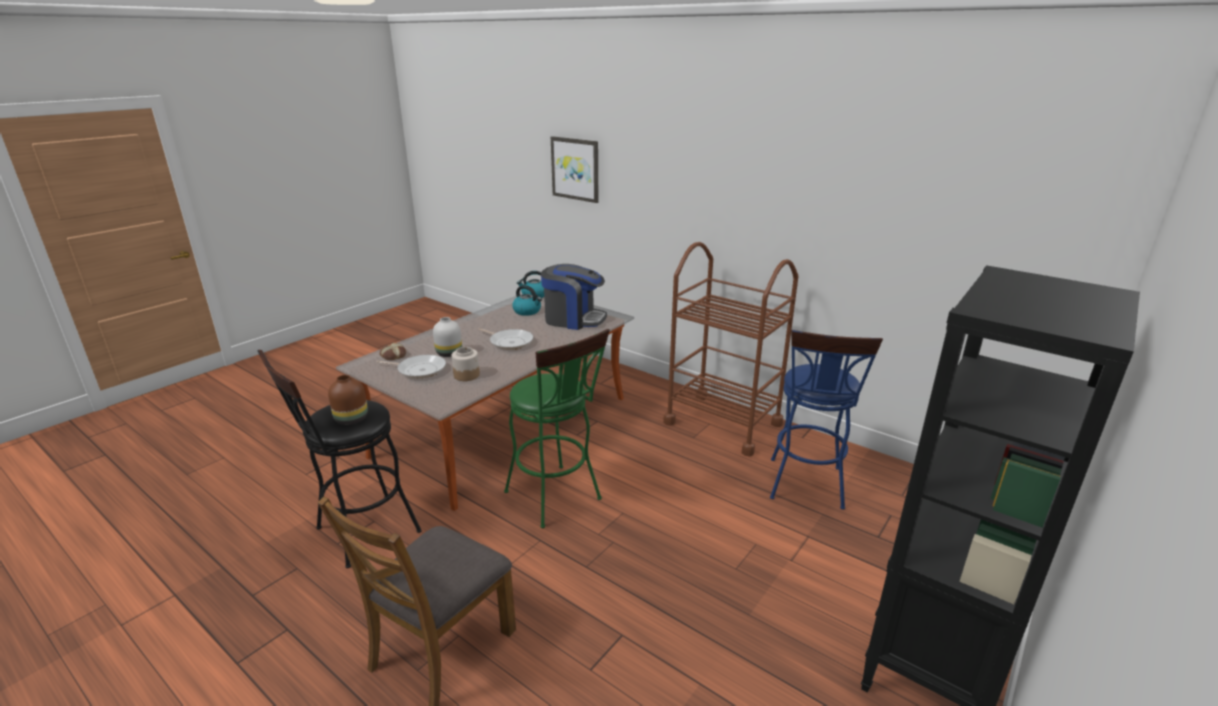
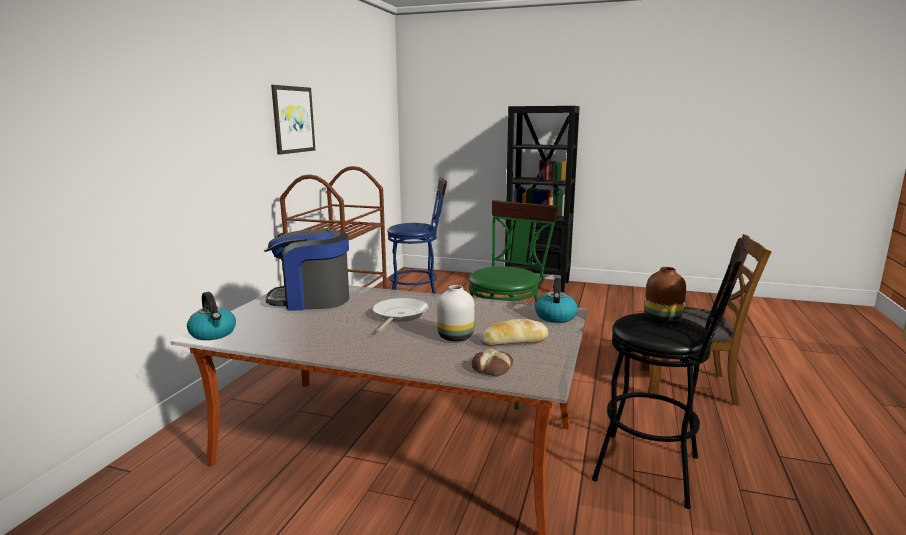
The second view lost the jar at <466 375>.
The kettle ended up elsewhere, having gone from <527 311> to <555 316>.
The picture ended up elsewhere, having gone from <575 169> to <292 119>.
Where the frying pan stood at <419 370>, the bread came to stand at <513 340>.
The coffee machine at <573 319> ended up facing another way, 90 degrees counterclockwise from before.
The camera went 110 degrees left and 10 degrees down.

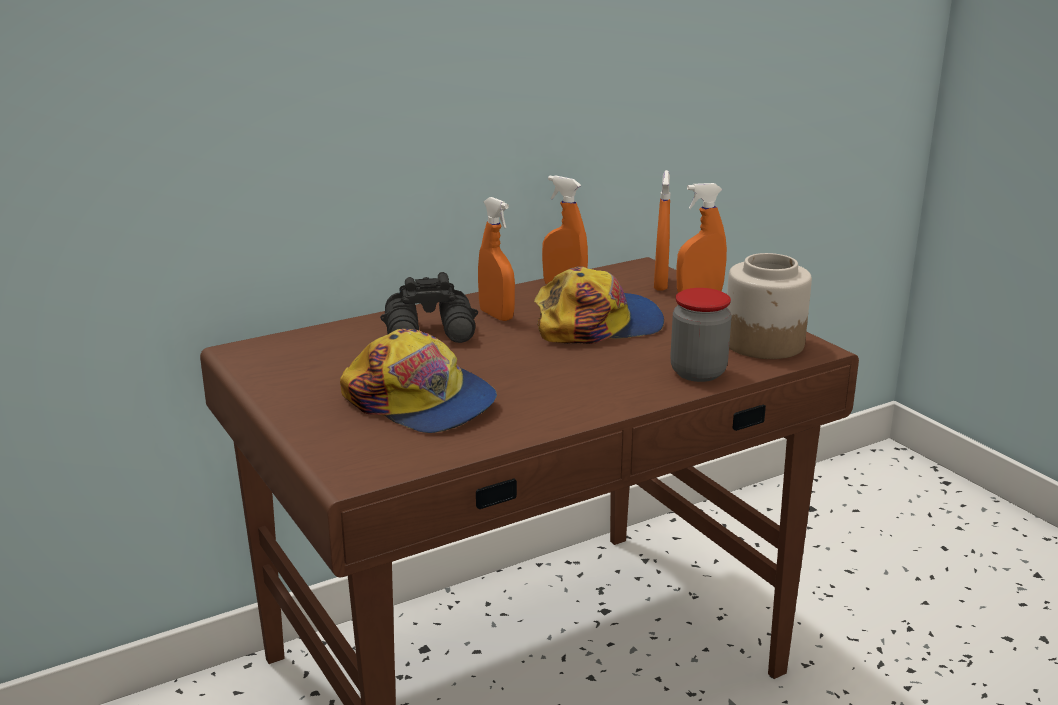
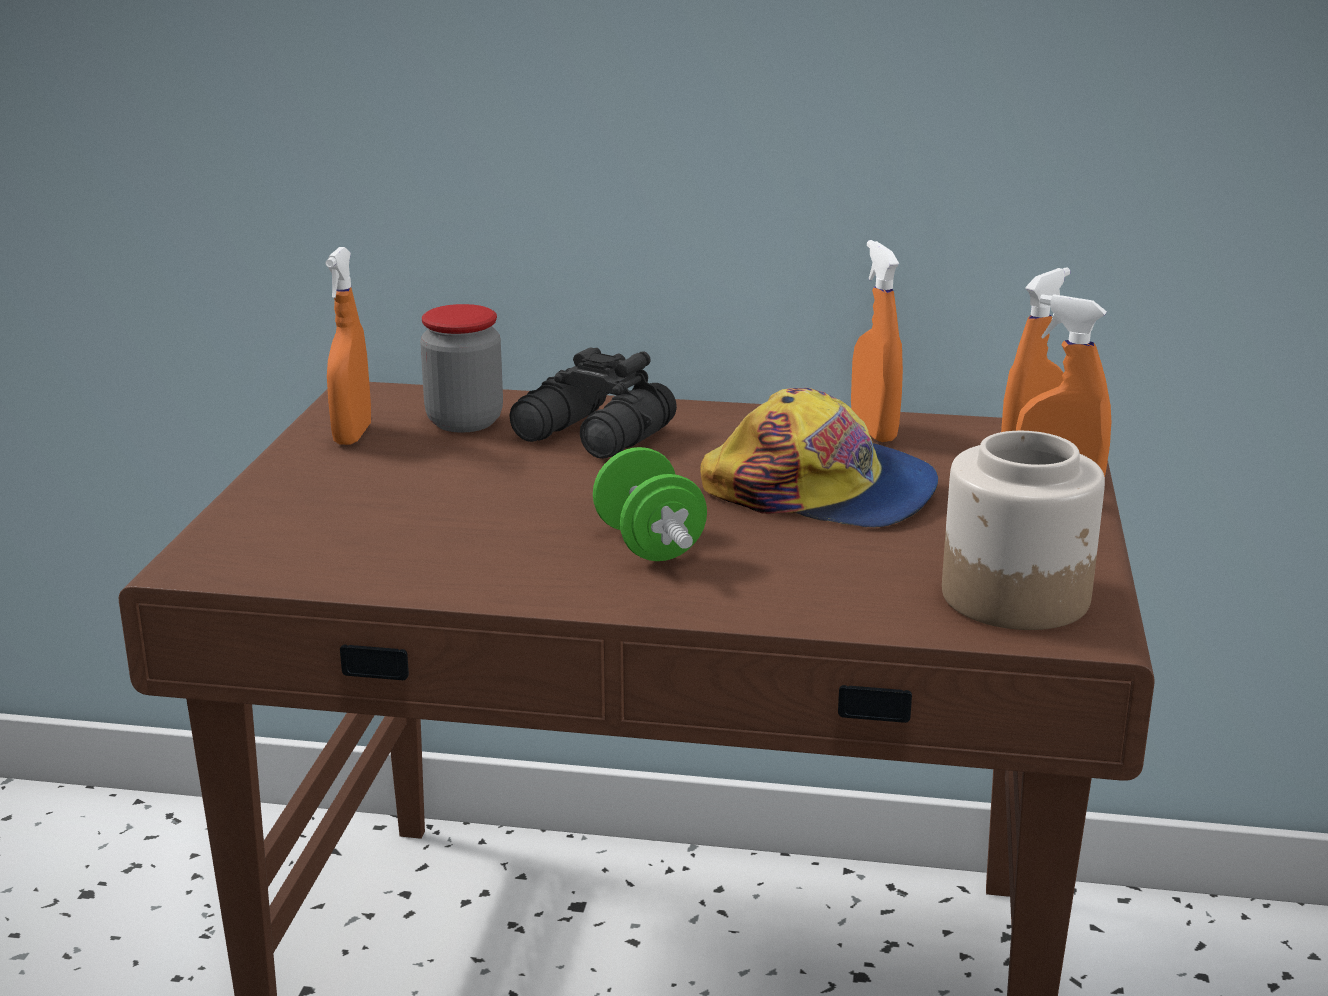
The second view lost the cap at <420 402>.
The second view gained the dumbbell in green at <649 544>.
The spray bottle in orange ended up elsewhere, having gone from <496 315> to <352 435>.
The jar ended up elsewhere, having gone from <698 373> to <464 422>.
The camera went 40 degrees right and 0 degrees up.

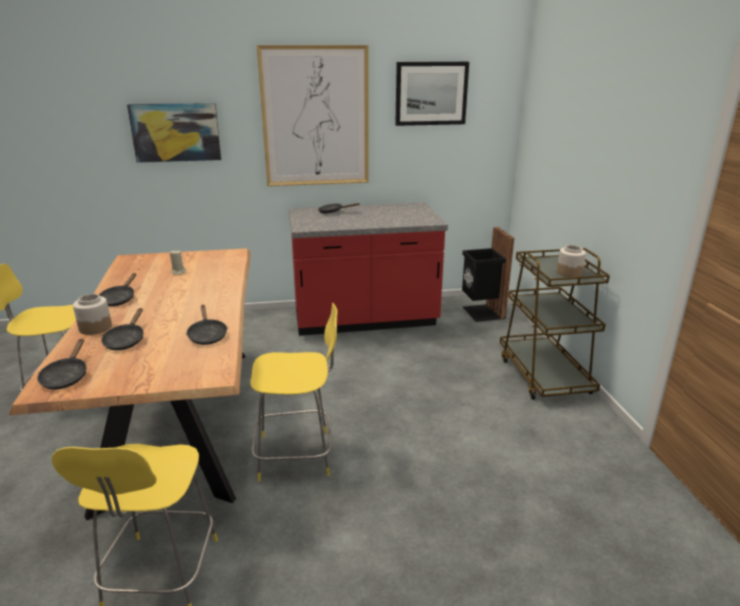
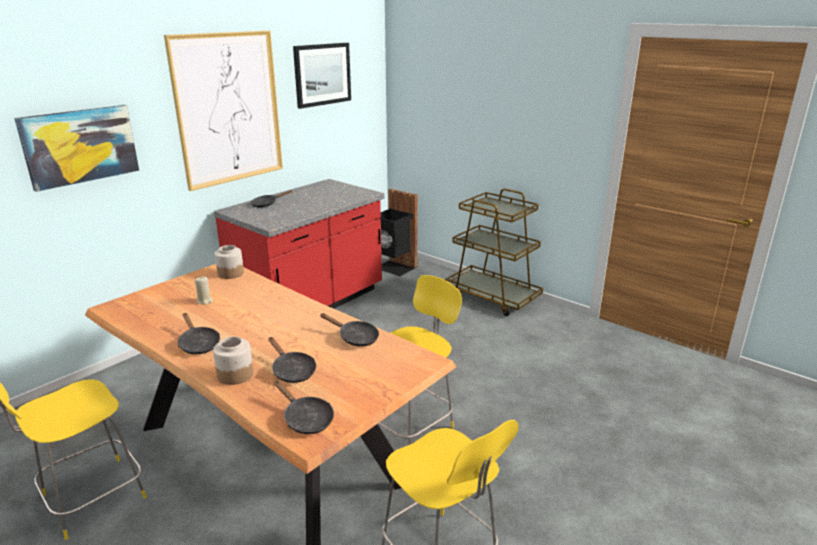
The jar ended up elsewhere, having gone from <569 273> to <230 273>.
The camera went 40 degrees left and 0 degrees up.

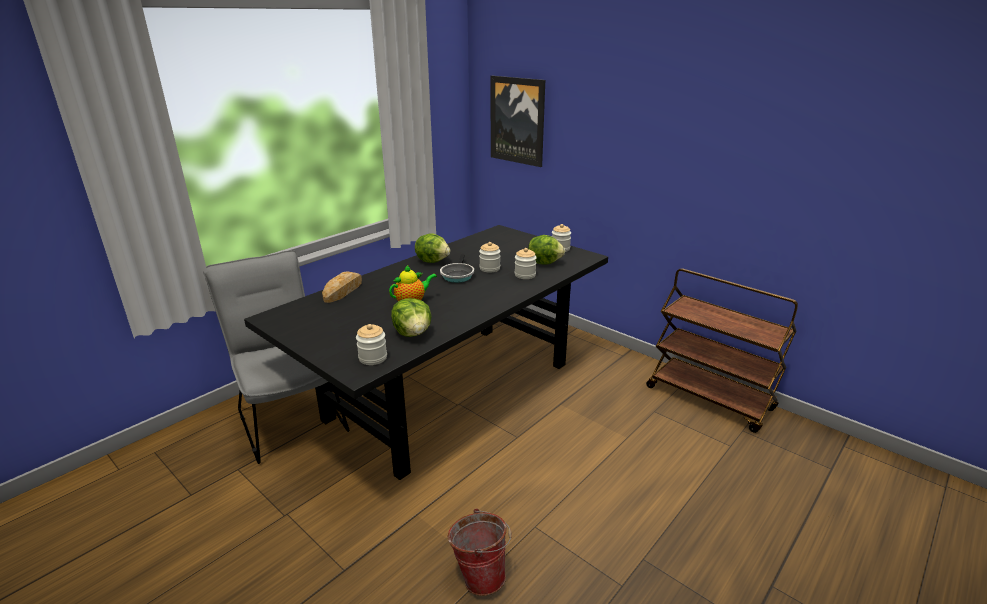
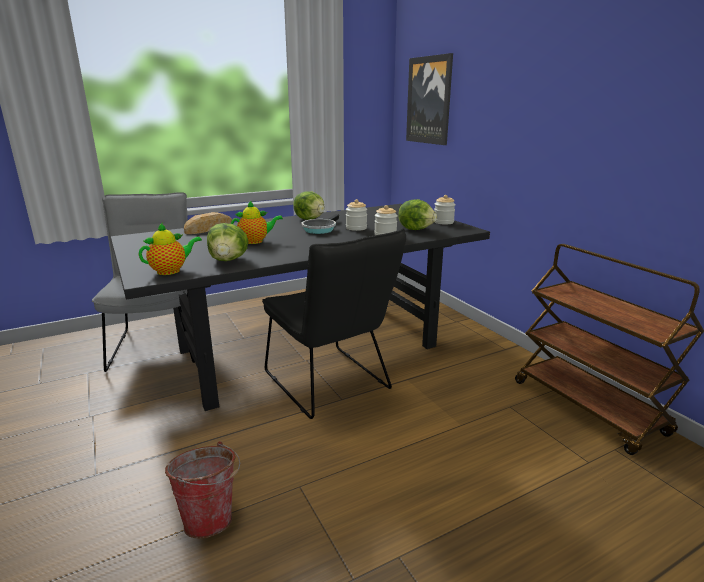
The second view gained the chair in black at <330 384>.
Where the jar stood at <373 358>, the teapot came to stand at <171 271>.
The camera went 20 degrees right and 5 degrees down.

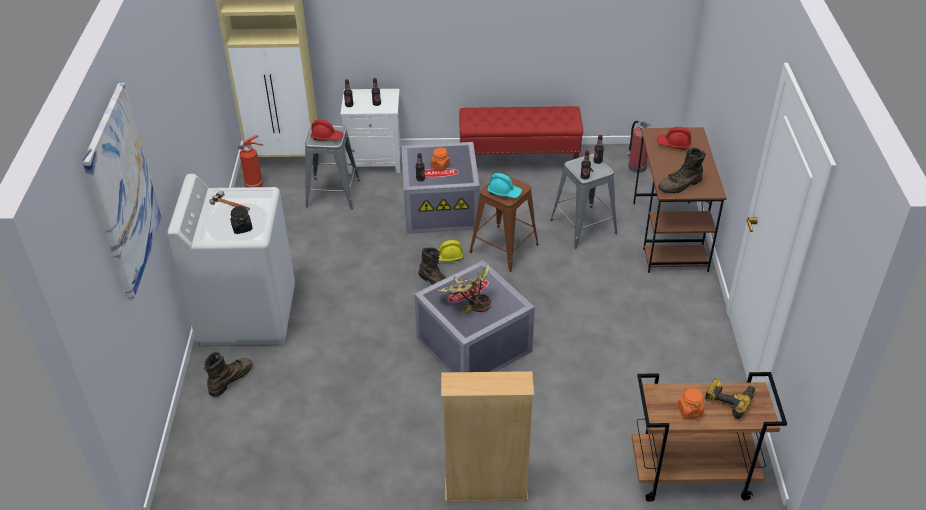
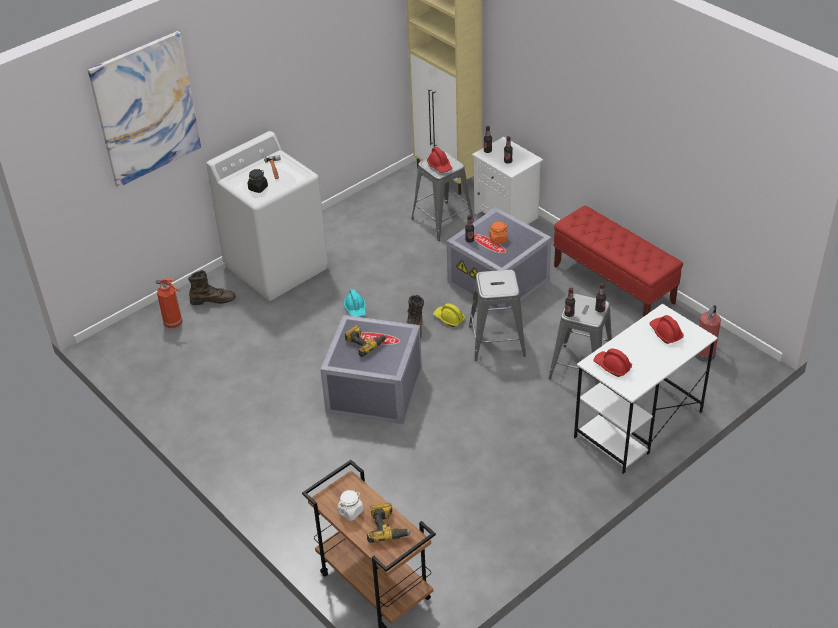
The second view lost the bookcase in beige at <486 490>.
The fire extinguisher ended up elsewhere, having gone from <255 185> to <174 324>.
The hard hat in turquoise ended up elsewhere, having gone from <504 192> to <355 309>.
Where the potted plant stood at <465 301>, the power drill came to stand at <365 343>.
Where the boot in brown stood at <680 185>, the hard hat in red came to stand at <612 366>.
What was the stool in brown at <504 248> turned into the stool in grey at <497 341>.
What was the desk in brown at <669 236> turned into the desk in white at <637 425>.
What was the jar in orange at <689 411> turned into the jar in white at <350 511>.
The camera went 50 degrees right and 0 degrees up.

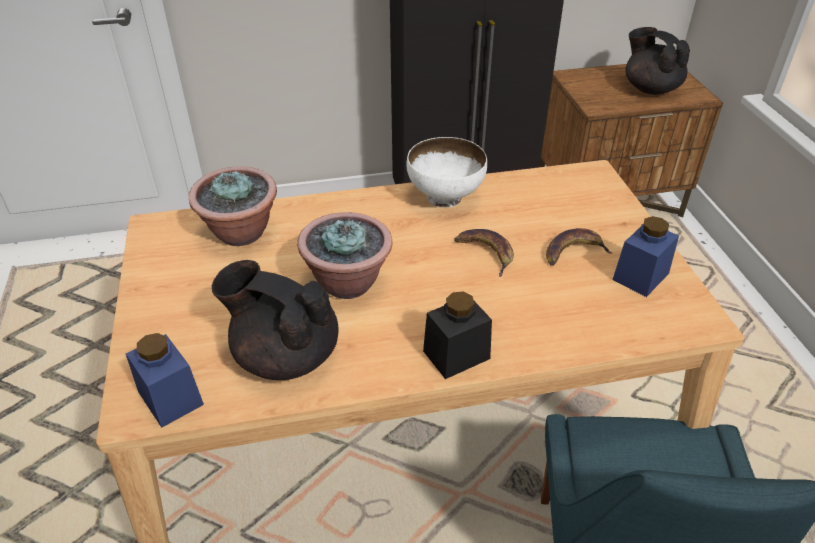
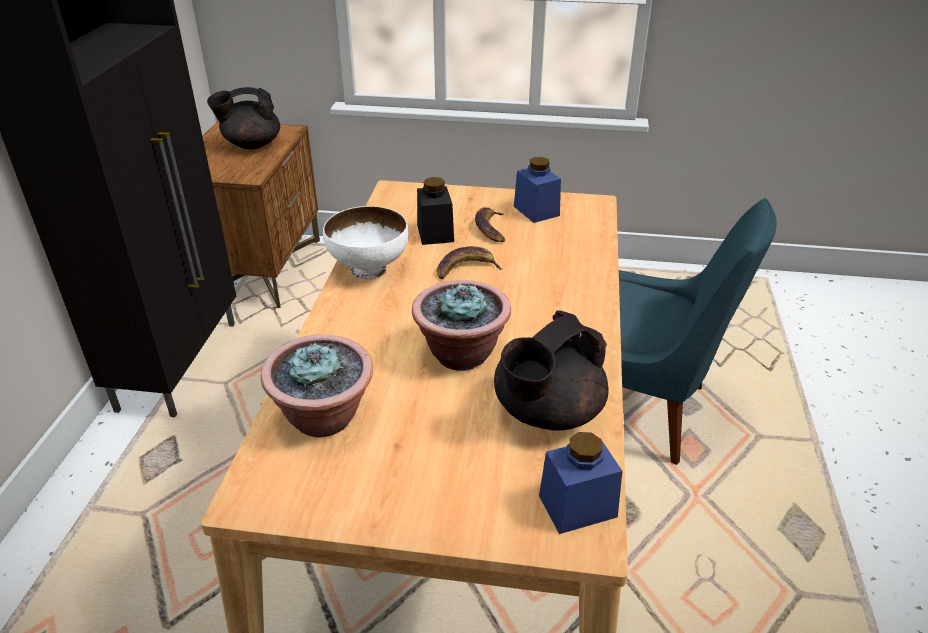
The jar in black ended up elsewhere, having gone from <456 355> to <435 233>.
The camera went 70 degrees left and 5 degrees down.

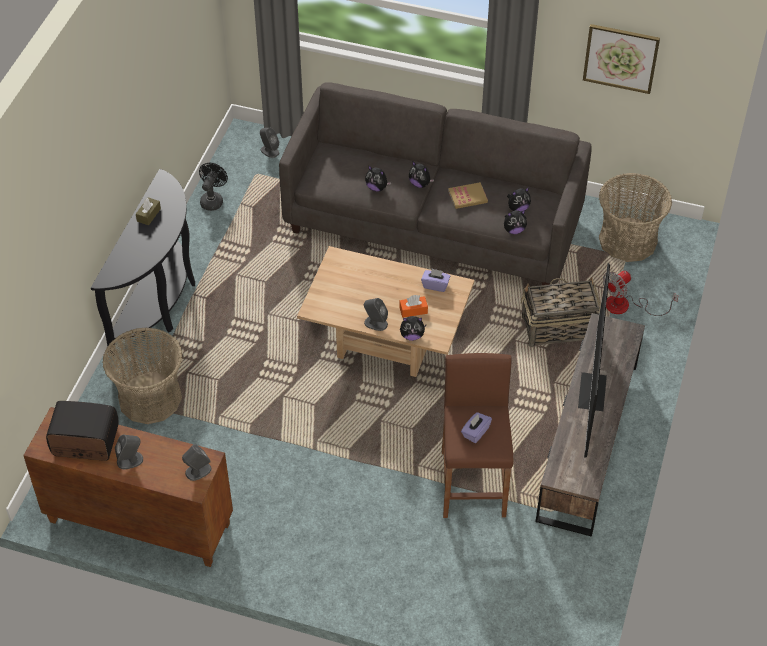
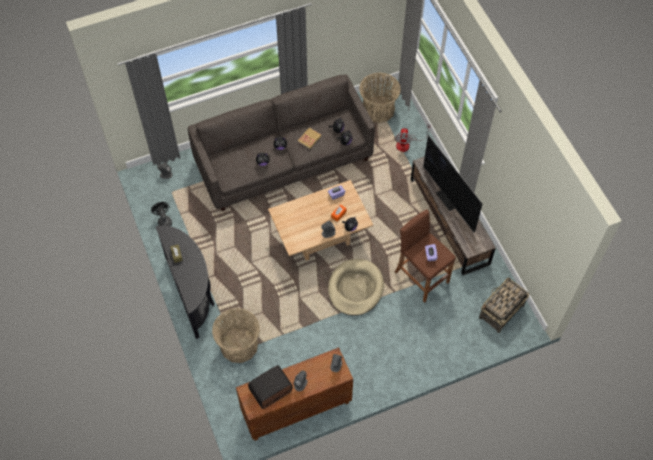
The second view lost the picture at <621 58>.
The second view gained the dog bed in beige at <355 288>.
The basket ended up elsewhere, having gone from <558 328> to <501 311>.
The camera went 40 degrees left and 10 degrees up.

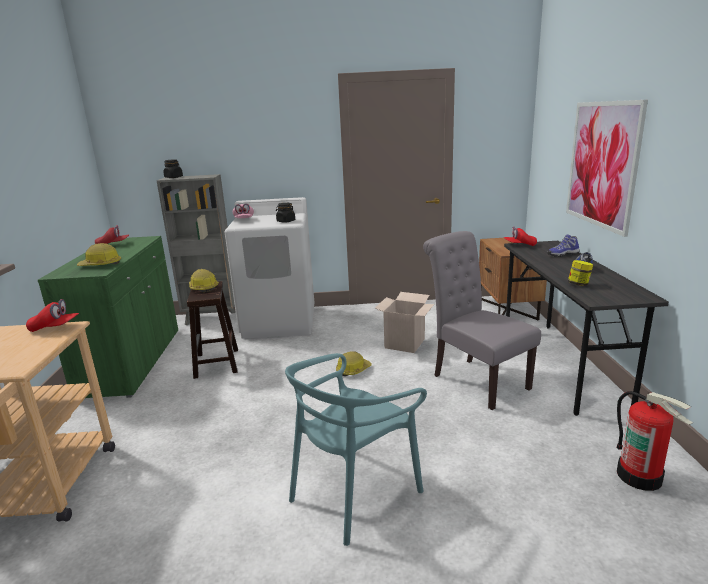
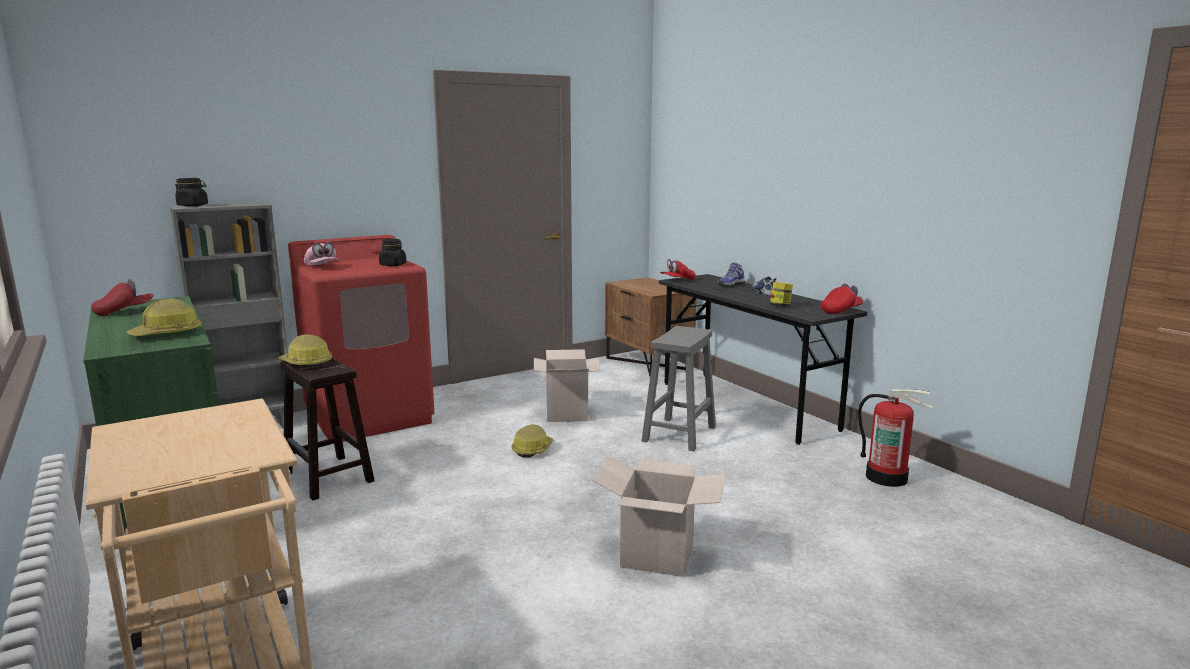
The second view lost the picture at <602 164>.
The cap in red ended up elsewhere, having gone from <55 328> to <841 311>.
Where the chair in turquoise stood at <354 492>, the cardboard box came to stand at <657 555>.
Where the chair in grey stood at <475 380>, the stool in grey came to stand at <679 433>.
What was the washing machine in white at <280 322> turned into the washing machine in red at <370 416>.
The camera went 30 degrees left and 5 degrees down.

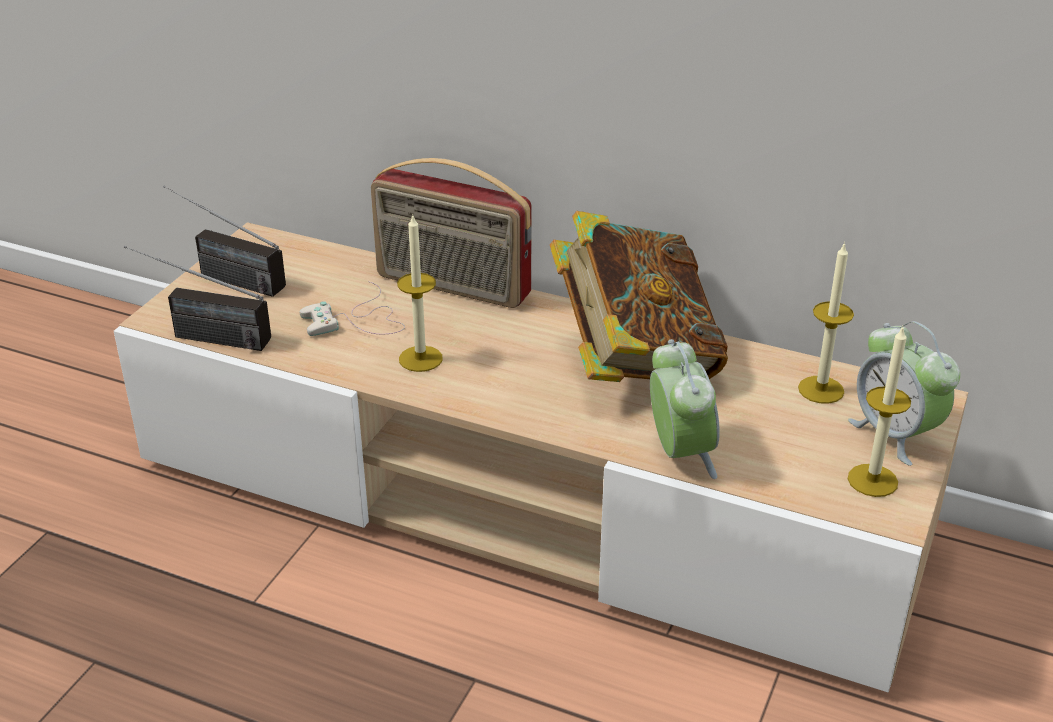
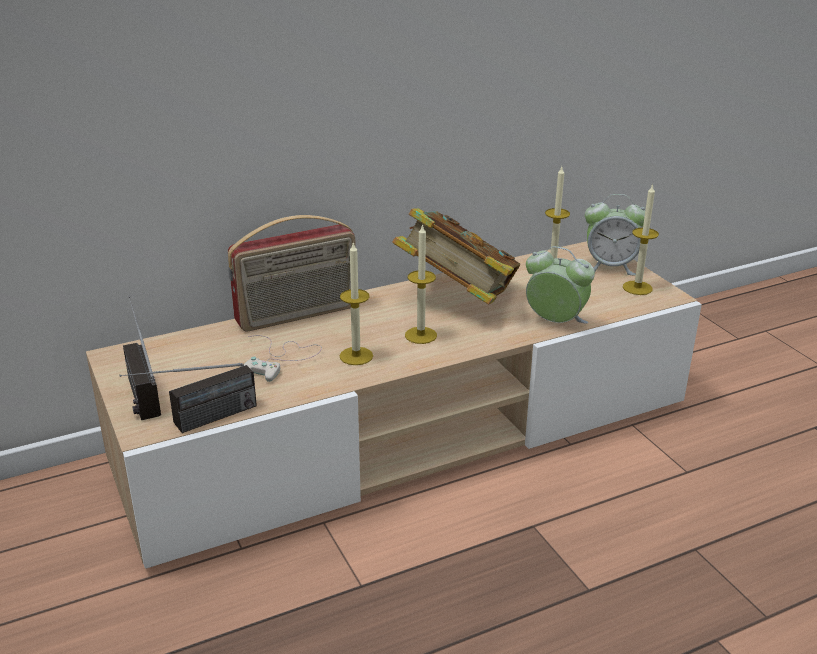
The second view gained the candle at <420 335>.
The radio at <222 276> ended up facing another way, 90 degrees clockwise from before.
The camera went 50 degrees left and 5 degrees down.

